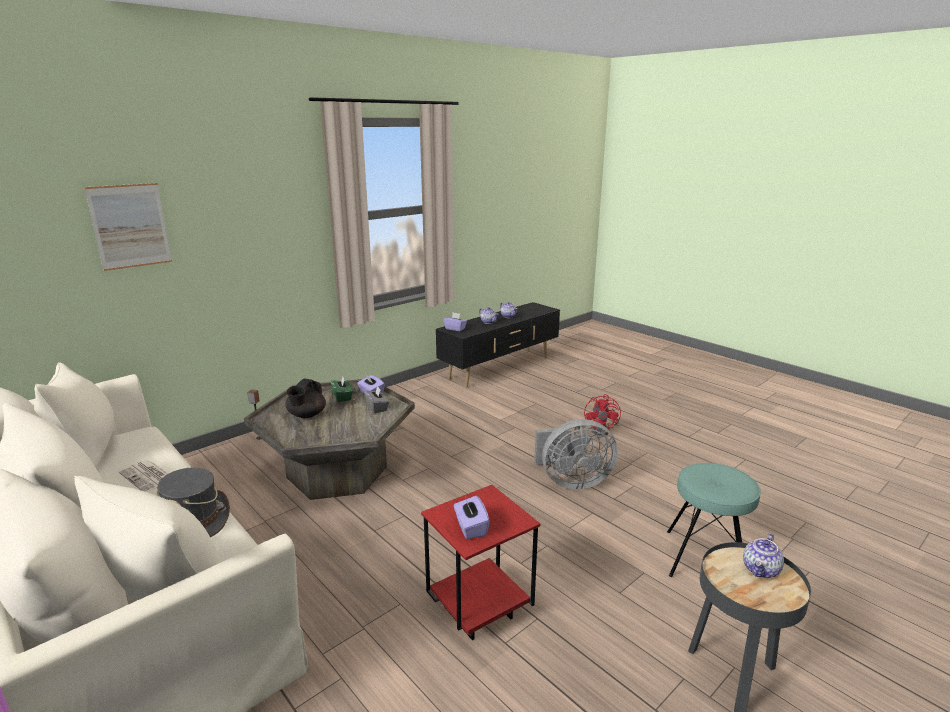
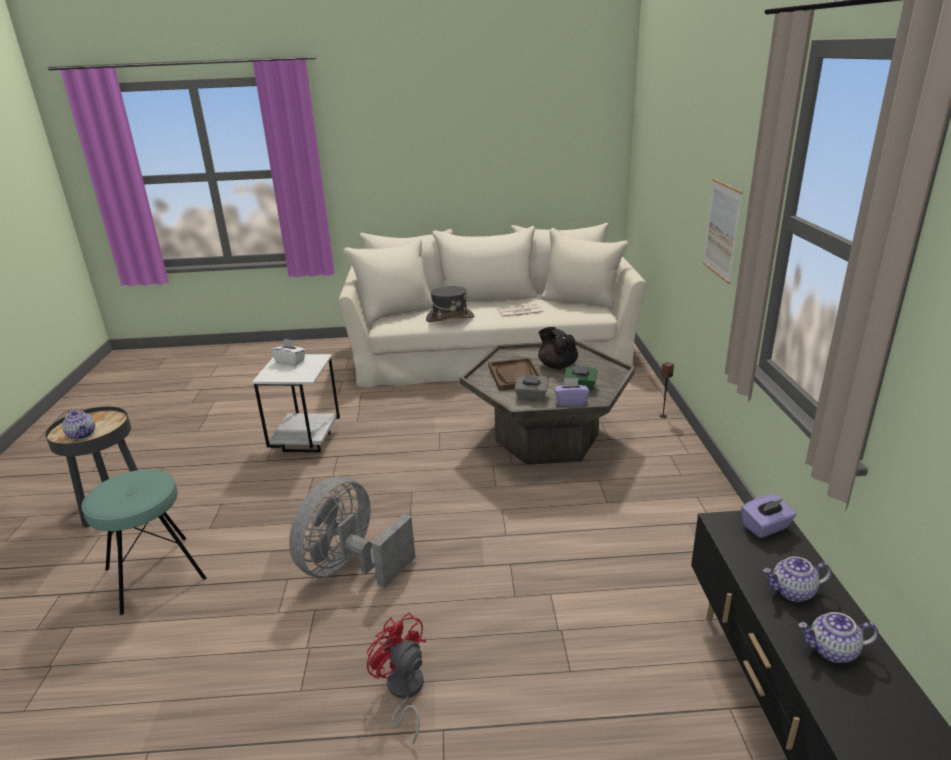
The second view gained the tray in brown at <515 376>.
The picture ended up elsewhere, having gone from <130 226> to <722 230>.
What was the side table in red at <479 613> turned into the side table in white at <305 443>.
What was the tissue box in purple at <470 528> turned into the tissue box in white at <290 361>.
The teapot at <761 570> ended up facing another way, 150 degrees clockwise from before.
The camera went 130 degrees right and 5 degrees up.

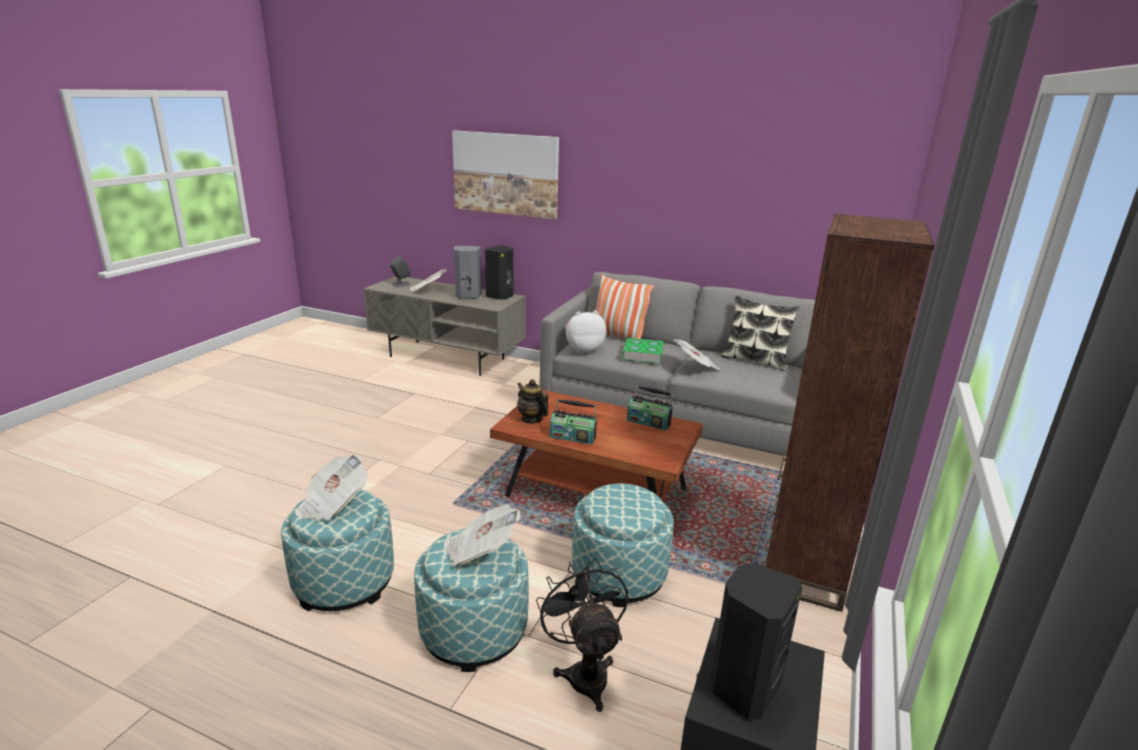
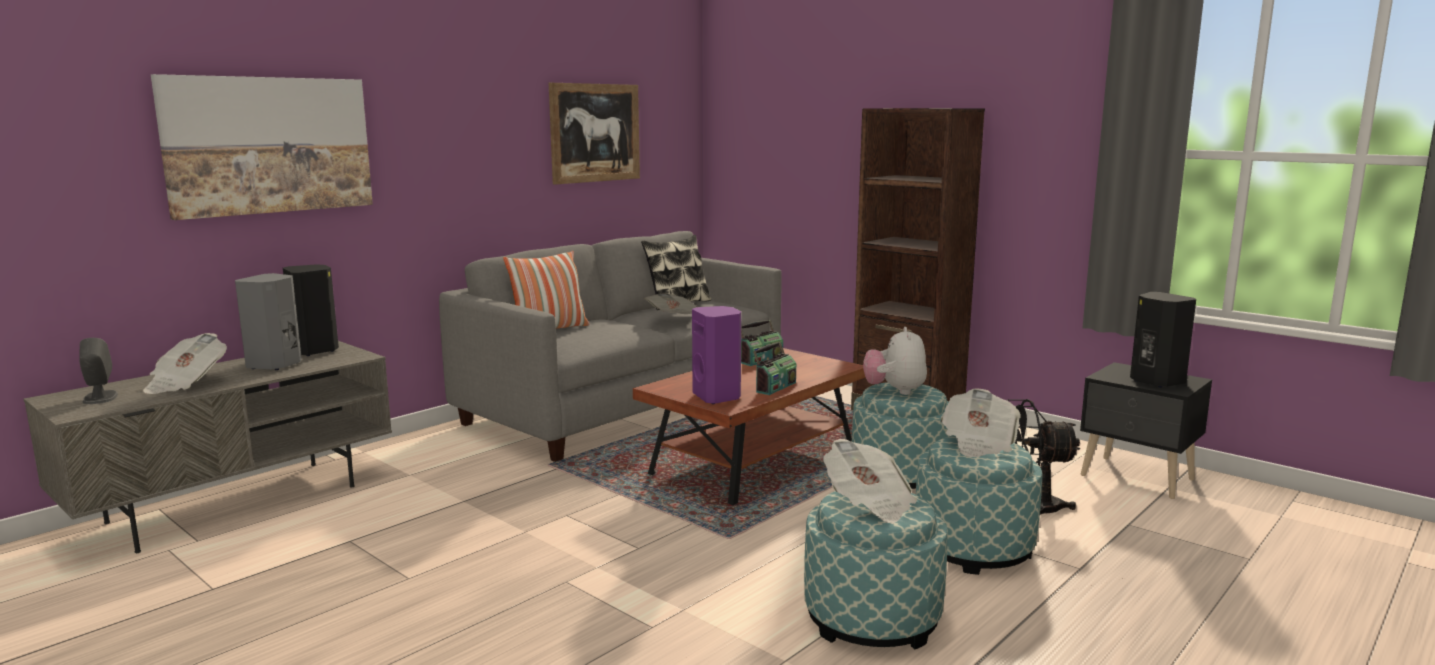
The second view lost the book at <642 355>.
The second view gained the picture at <595 133>.
The plush toy ended up elsewhere, having gone from <583 350> to <895 391>.
Where the teapot stood at <532 419>, the speaker in purple came to stand at <718 397>.
The camera went 70 degrees left and 10 degrees down.

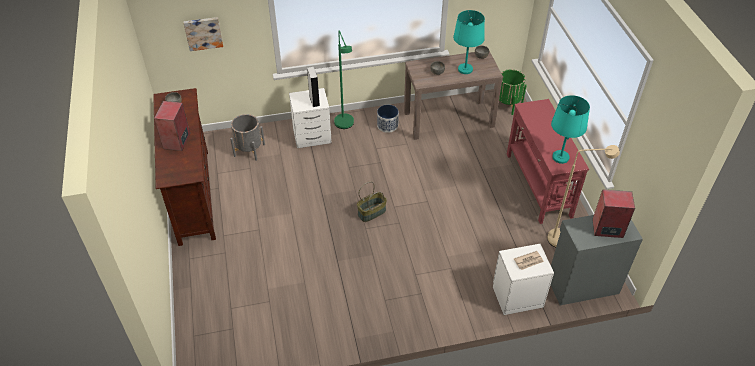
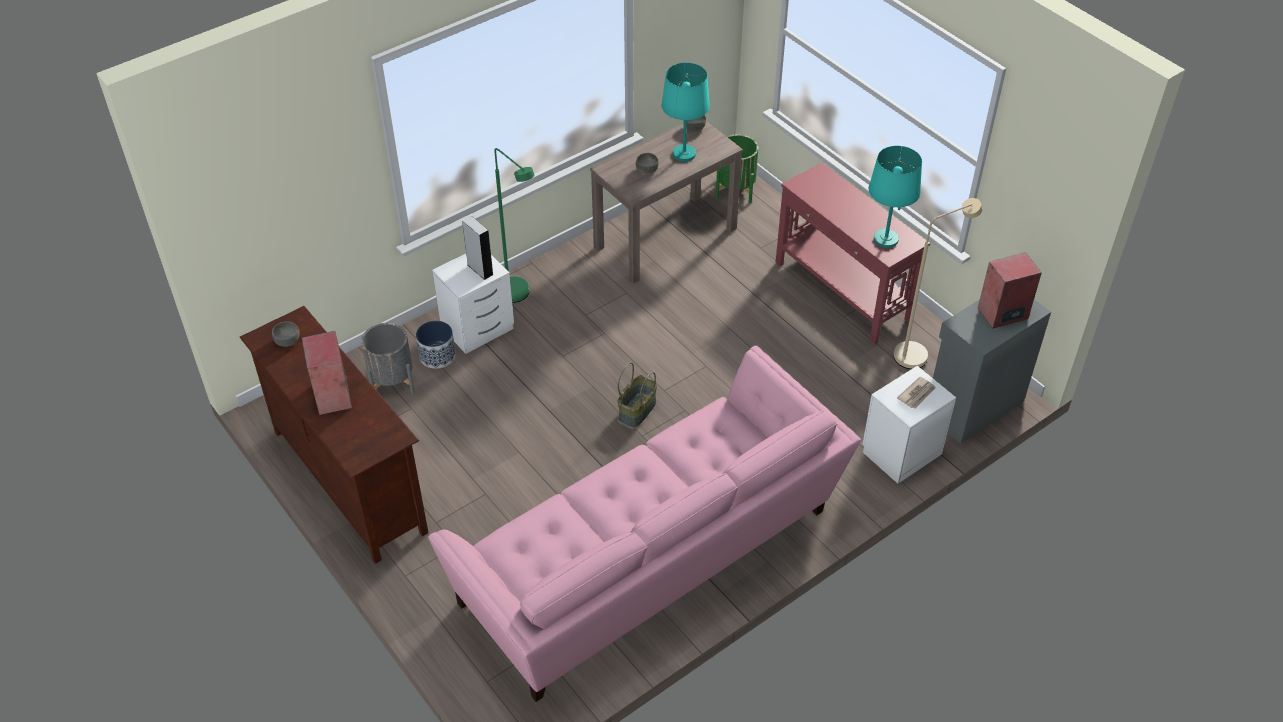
The second view lost the picture at <203 33>.
The second view gained the sofa in pink at <649 563>.
The planter ended up elsewhere, having gone from <387 126> to <437 356>.
The camera went 25 degrees left and 0 degrees up.

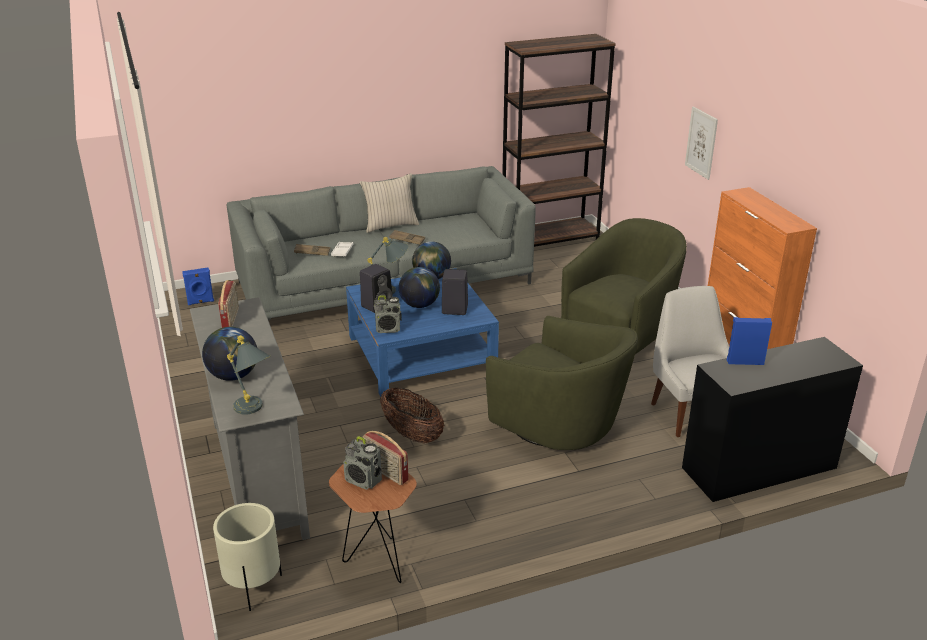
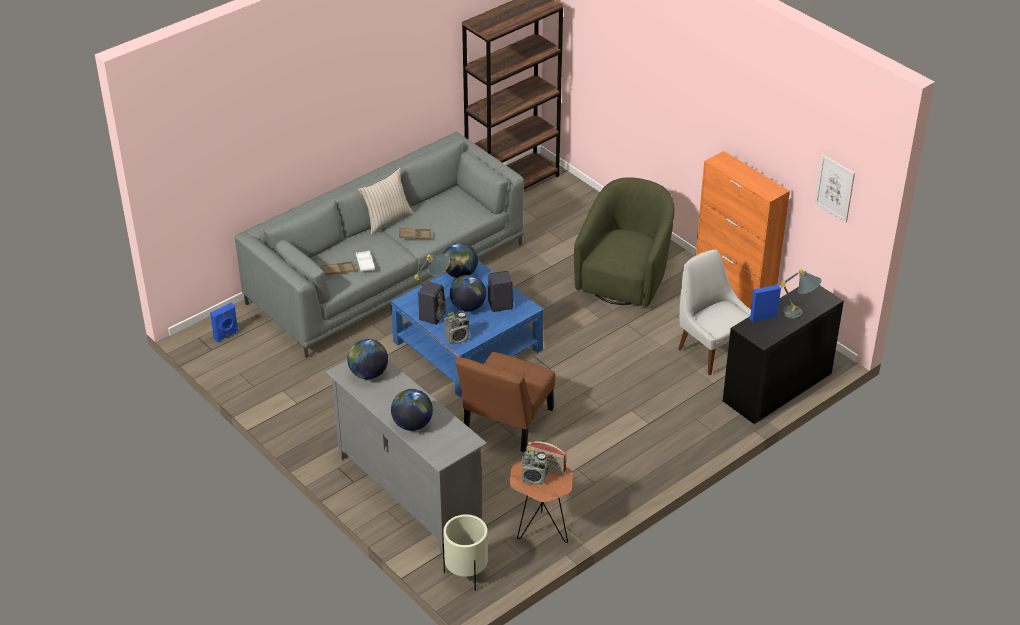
The second view lost the armchair in green at <559 426>.
The table lamp in grey ended up elsewhere, having gone from <254 410> to <799 315>.
The picture ended up elsewhere, having gone from <701 142> to <835 188>.
Where the radio stood at <231 319>, the globe came to stand at <368 373>.
Where the basket stood at <412 434>, the chair in brown came to stand at <505 424>.
The camera went 20 degrees left and 10 degrees up.

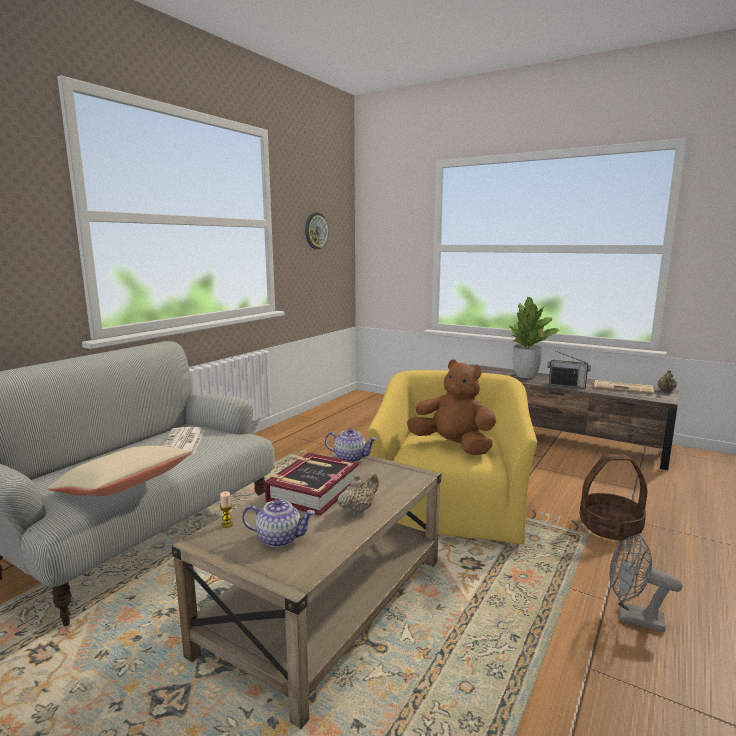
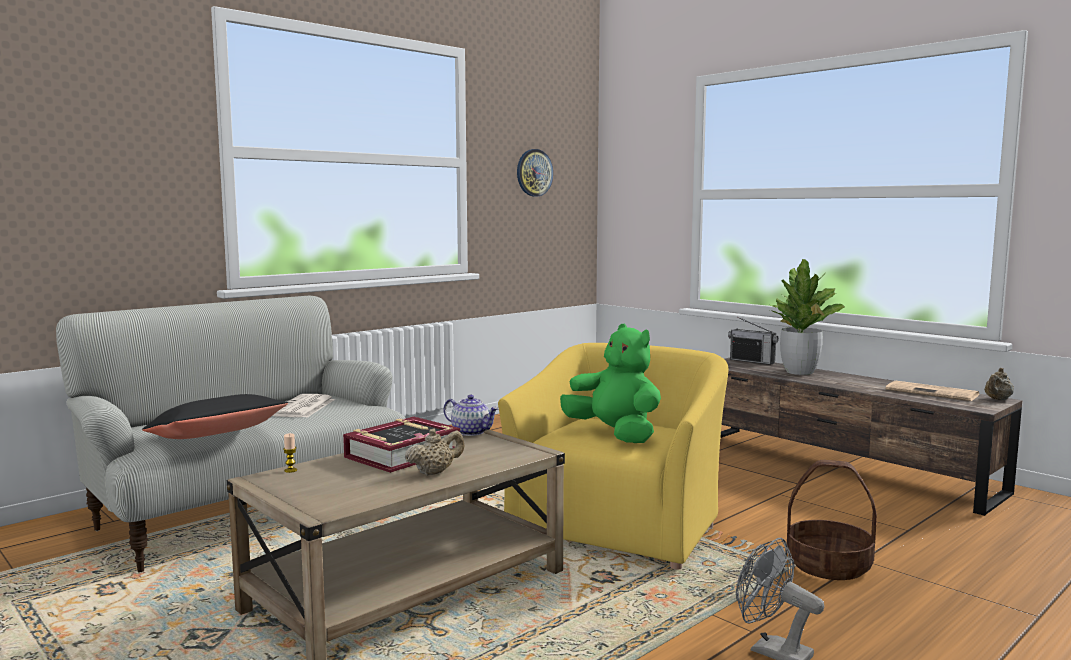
The second view lost the teapot at <280 538>.
The radio ended up elsewhere, having gone from <567 385> to <752 361>.
What was the pillow in beige at <124 488> turned into the pillow in black at <216 438>.
What was the plush toy in brown at <453 446> turned into the plush toy in green at <614 435>.
The camera went 15 degrees right and 5 degrees down.

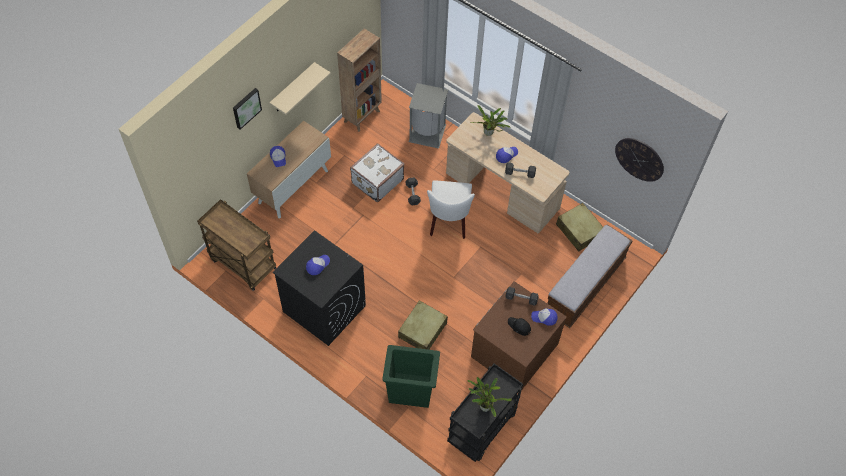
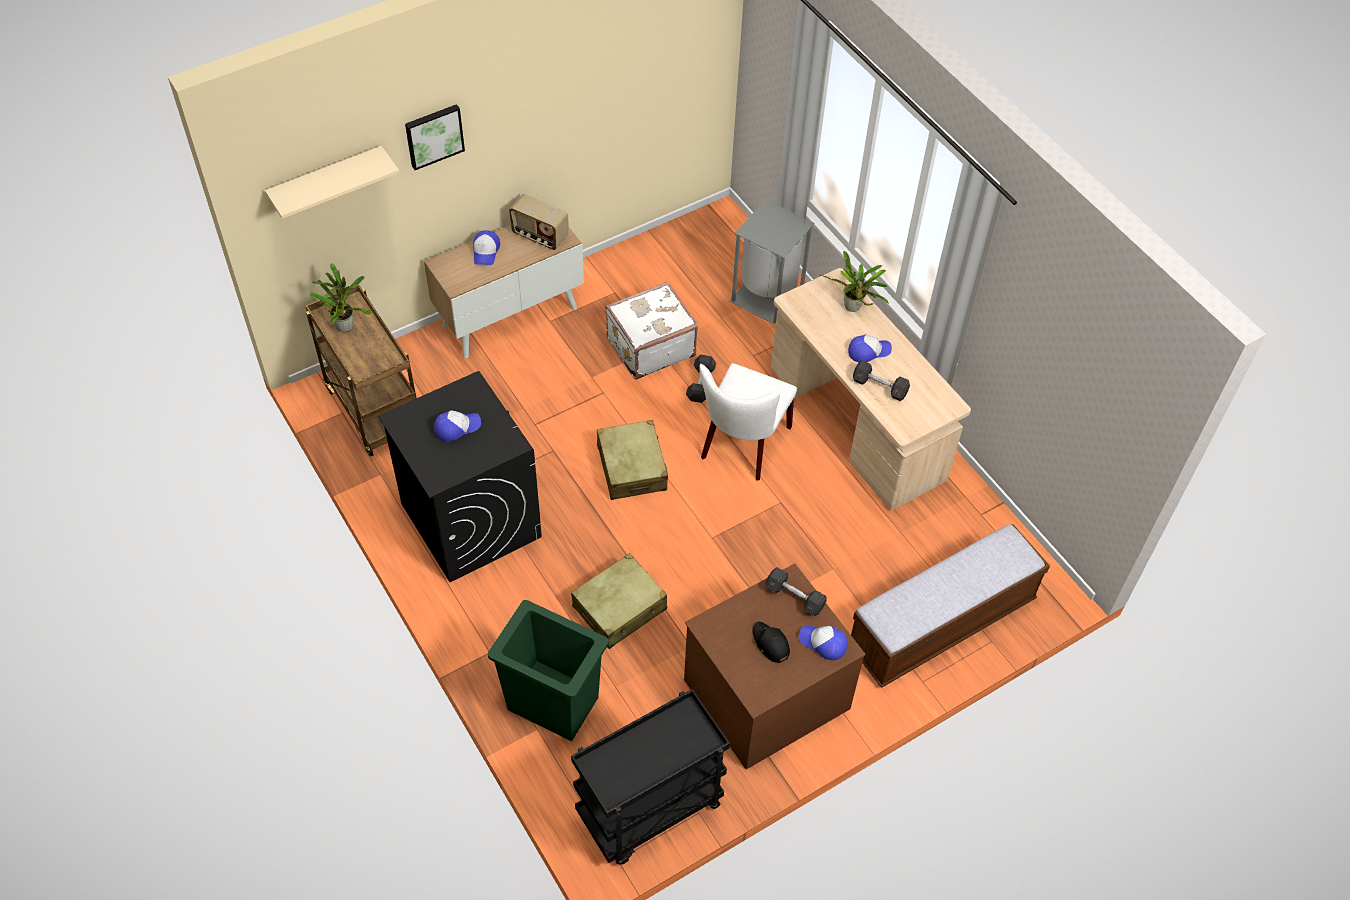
The second view lost the bookcase in brown at <362 116>.
The second view lost the wall clock at <639 159>.
The second view gained the radio at <539 236>.
The shelf in beige ended up elsewhere, having gone from <293 88> to <327 182>.
The potted plant ended up elsewhere, having gone from <484 405> to <345 325>.
The suitcase in beige ended up elsewhere, having gone from <579 231> to <632 468>.
The camera went 20 degrees right and 5 degrees down.

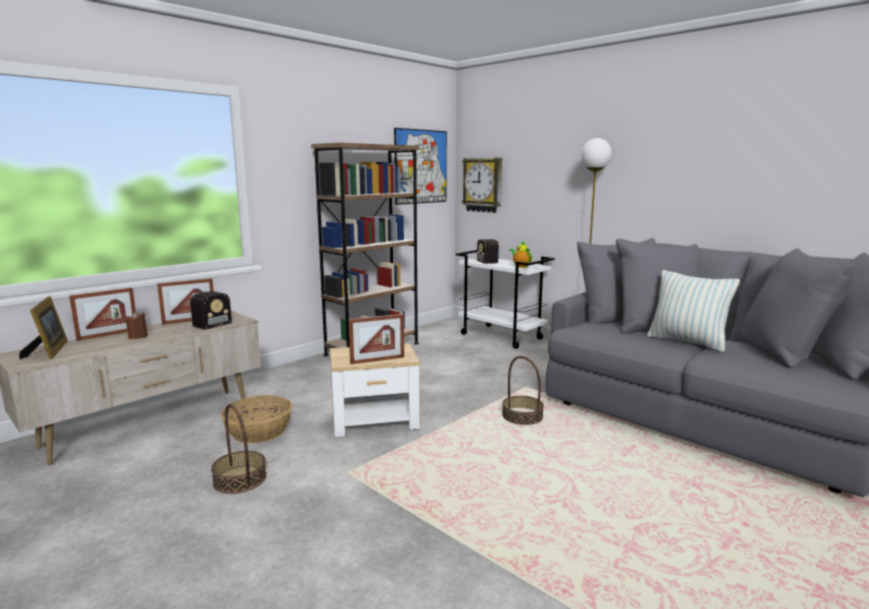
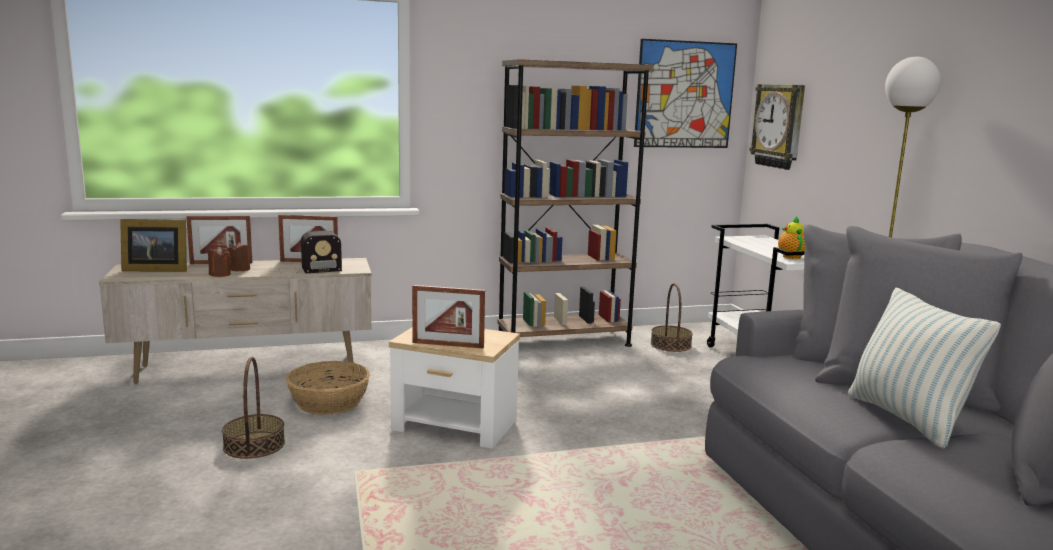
The second view lost the radio at <486 260>.
The second view gained the candle in brown at <220 274>.
The basket ended up elsewhere, having gone from <522 417> to <670 345>.
The picture frame at <49 351> ended up facing another way, 75 degrees clockwise from before.
The camera went 30 degrees right and 0 degrees up.

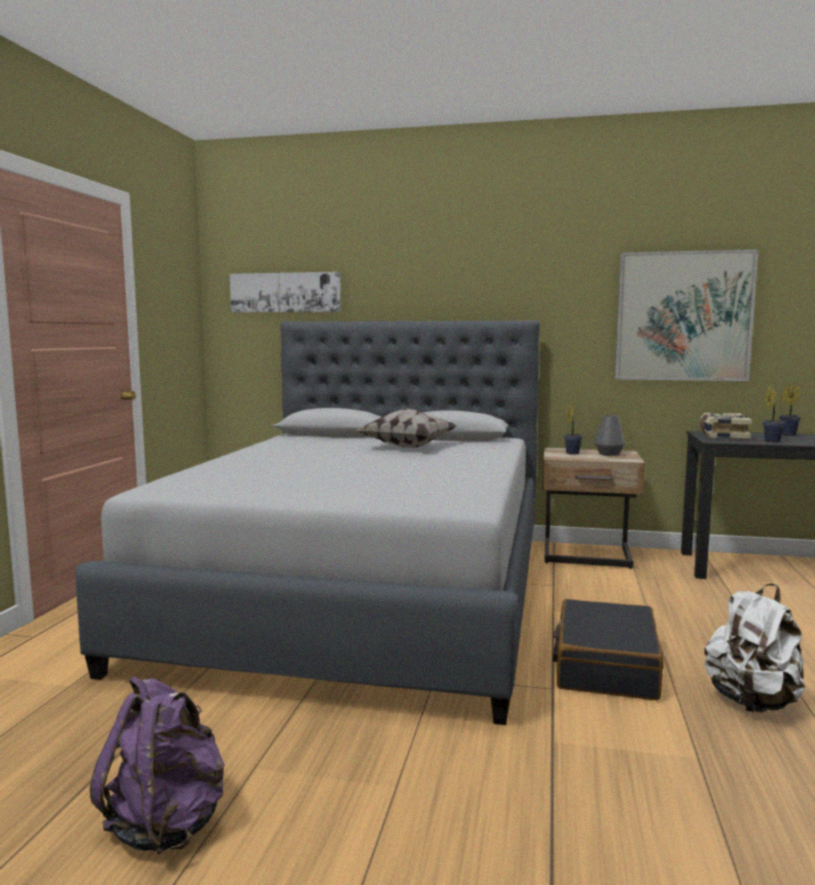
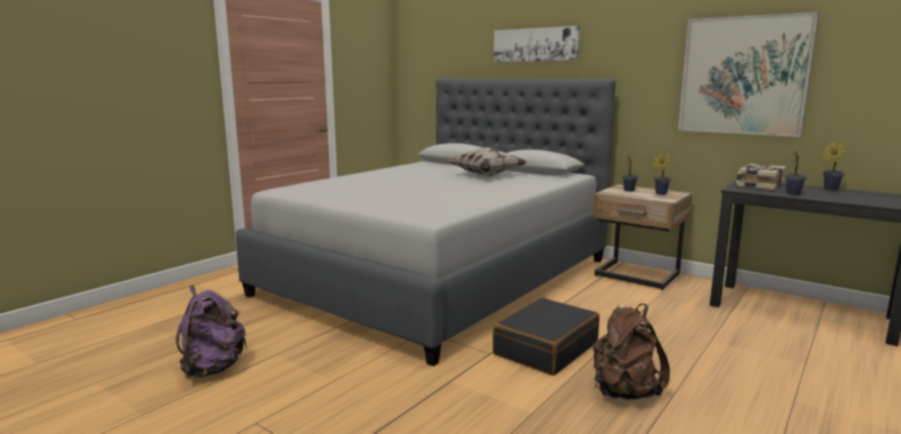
The picture ended up elsewhere, having gone from <285 292> to <535 44>.
Where the vase in grey stood at <609 454>, the potted plant came to stand at <659 193>.
What was the backpack in white at <752 702> turned into the backpack in brown at <624 392>.
The camera went 25 degrees right and 5 degrees up.

